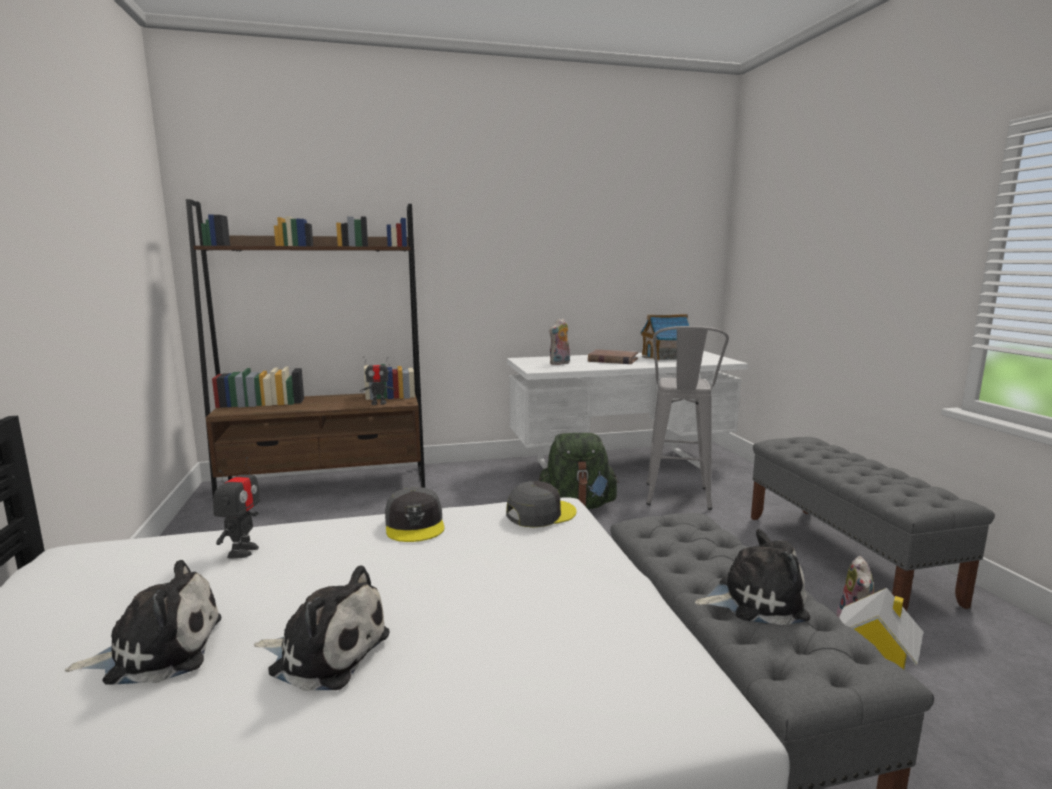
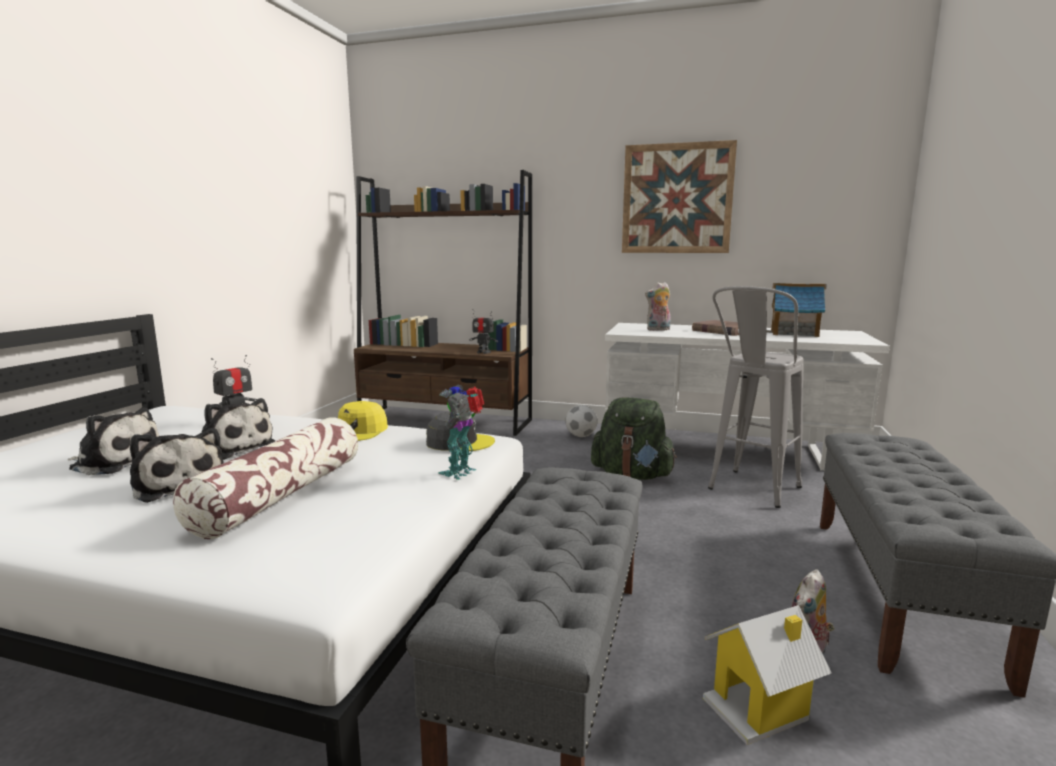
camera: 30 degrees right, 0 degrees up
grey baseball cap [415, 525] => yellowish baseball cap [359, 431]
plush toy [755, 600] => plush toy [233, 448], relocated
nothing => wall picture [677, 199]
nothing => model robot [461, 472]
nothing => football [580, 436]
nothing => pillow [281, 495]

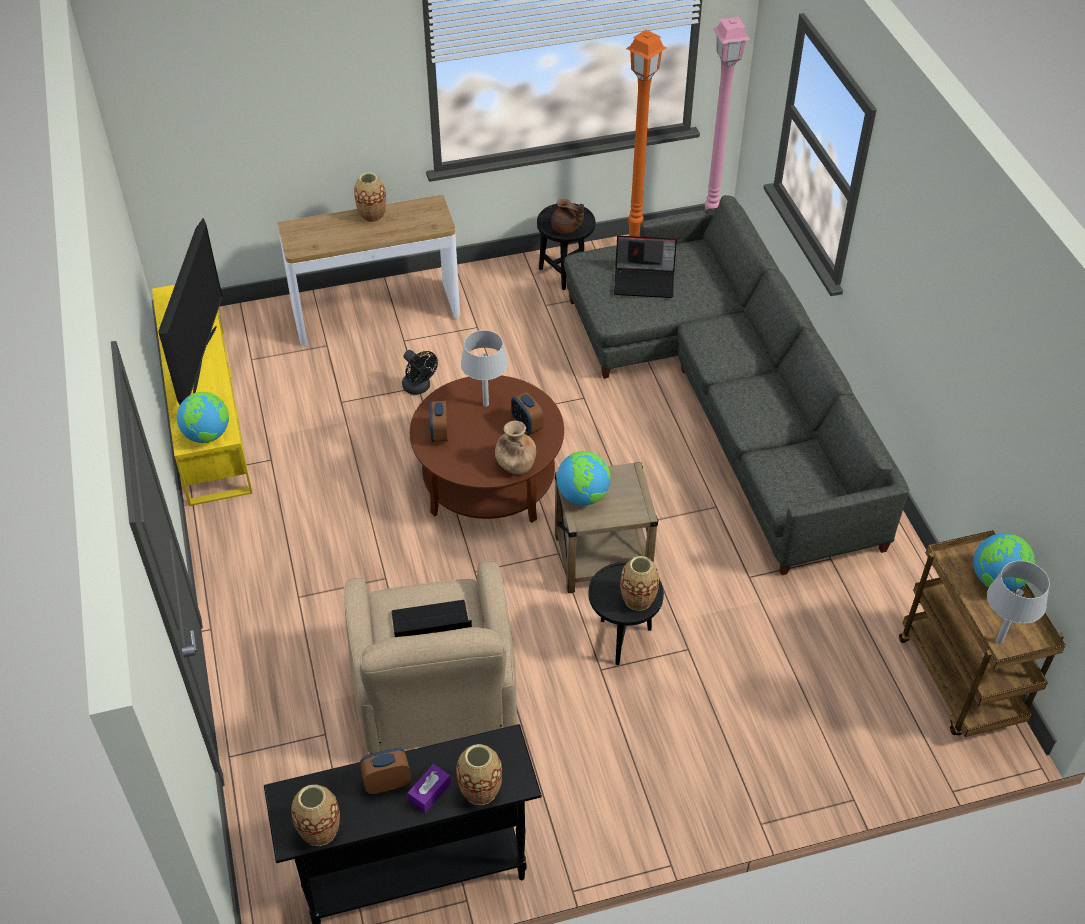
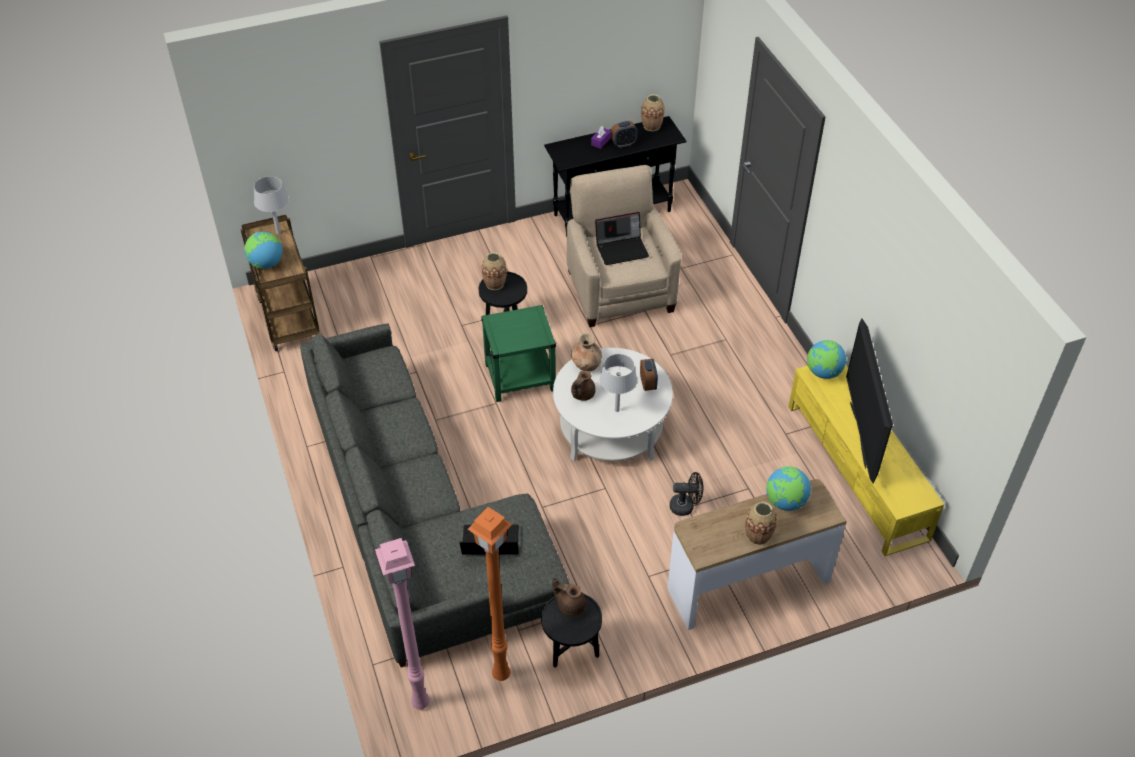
camera: 175 degrees right, 0 degrees up
black-coloured fan [419, 388] => black-coloured fan [685, 506], 135 degrees clockwise
brown-coloured lounge table [489, 479] => white lounge table [611, 429]
table clock [527, 426] => brown-coloured teapot [582, 394]
world globe [583, 495] => world globe [785, 502], relocated
sand-coloured side table [603, 558] => green-coloured side table [519, 377]
decorative vase [480, 790] => nothing

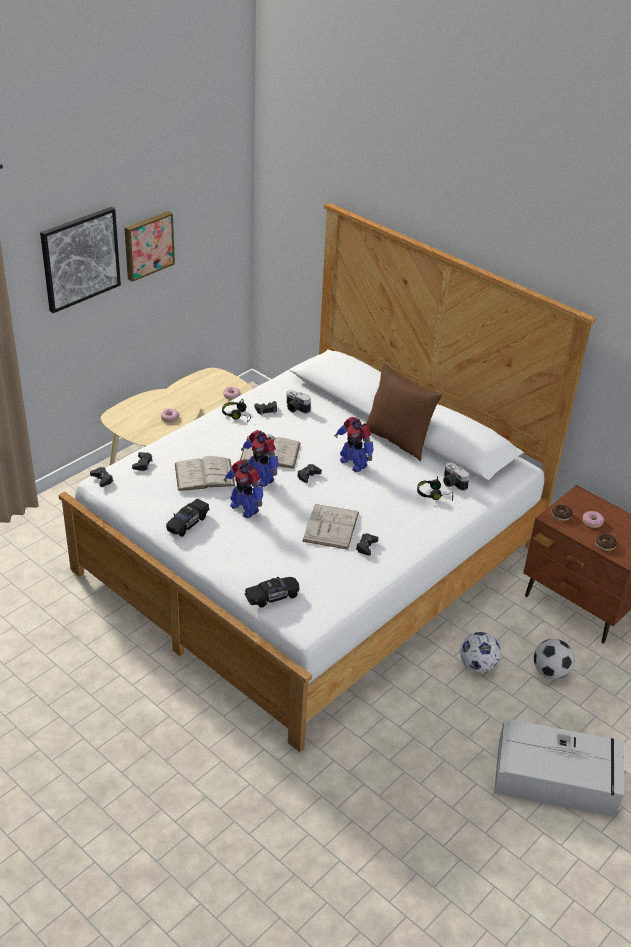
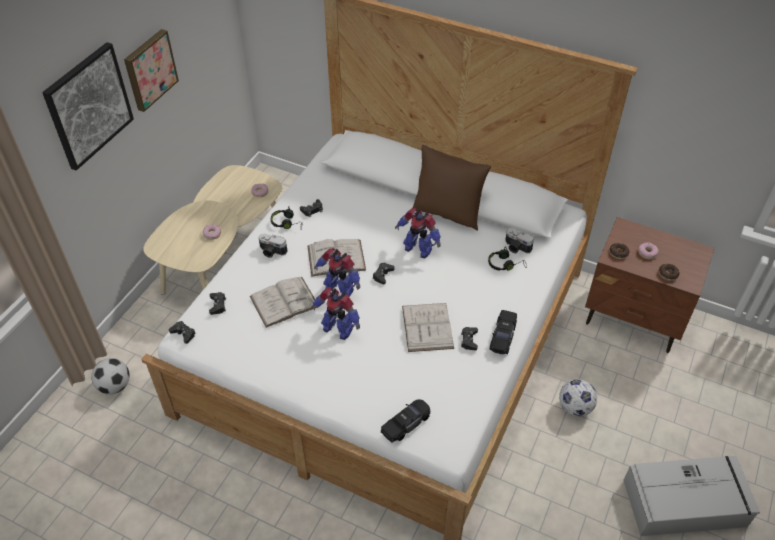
camera: 15 degrees left, 10 degrees up
still camera [296, 409] => still camera [272, 252], relocated
black-coloured toy car [187, 523] => black-coloured toy car [502, 337], relocated
football [550, 672] => football [115, 386], relocated

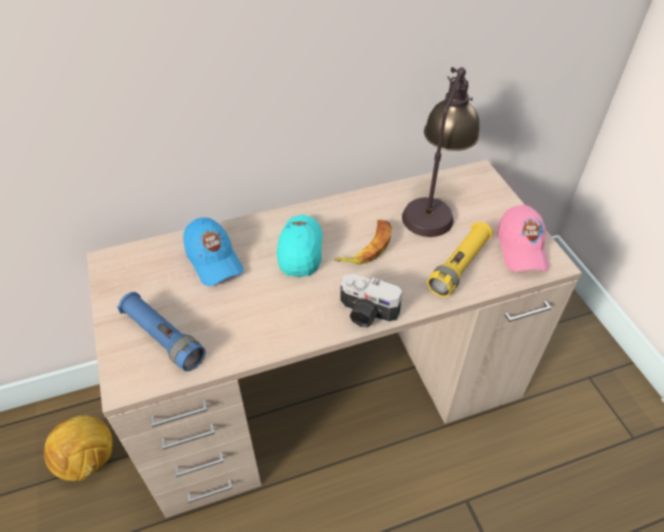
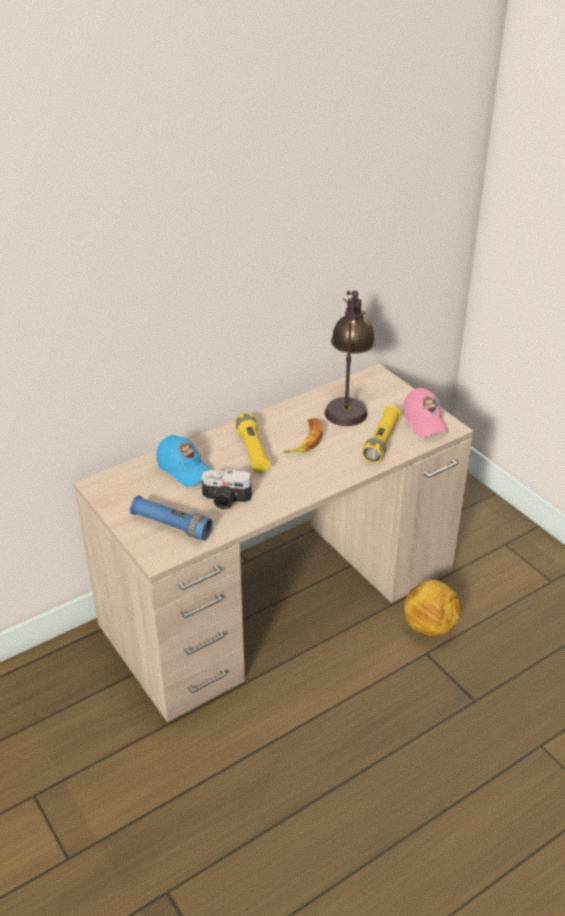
camera: 15 degrees left, 10 degrees down
turquoise baseball cap [300, 250] => yellowish hand torch [252, 451]
still camera [366, 313] => still camera [225, 500], relocated
football [89, 460] => football [430, 627], relocated

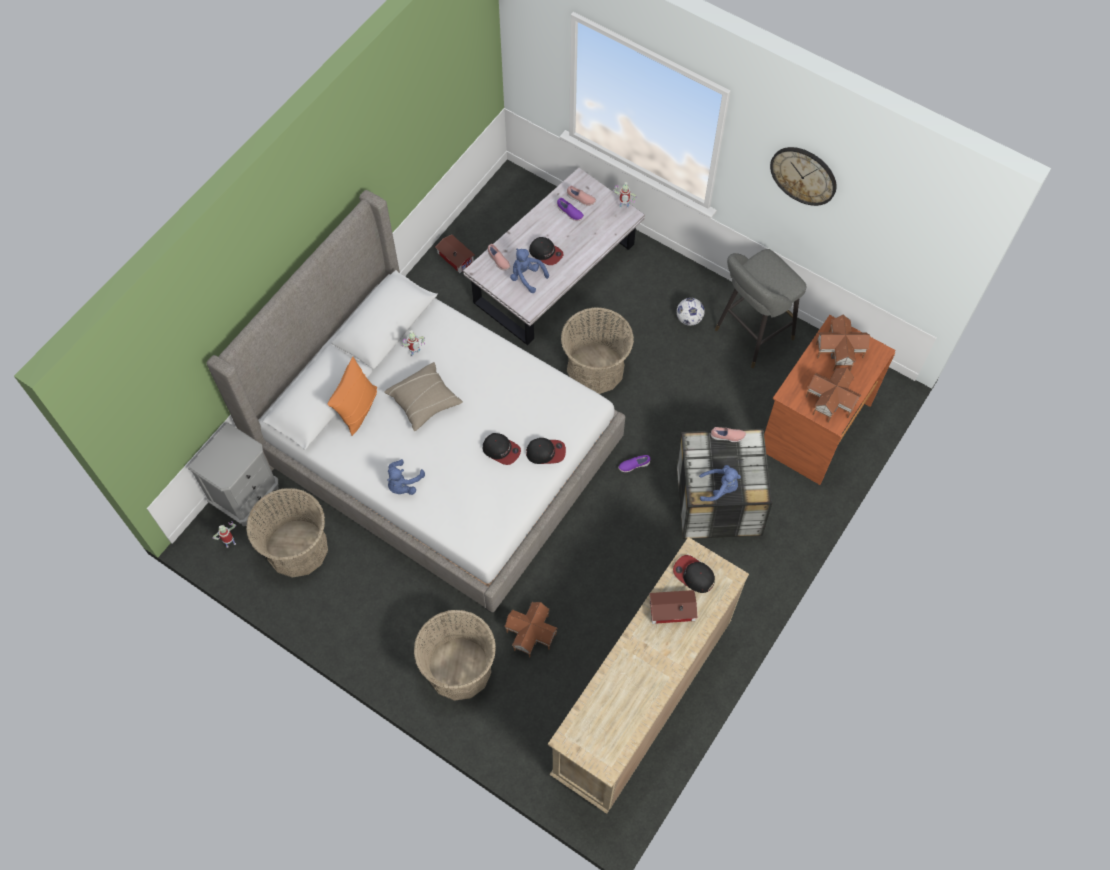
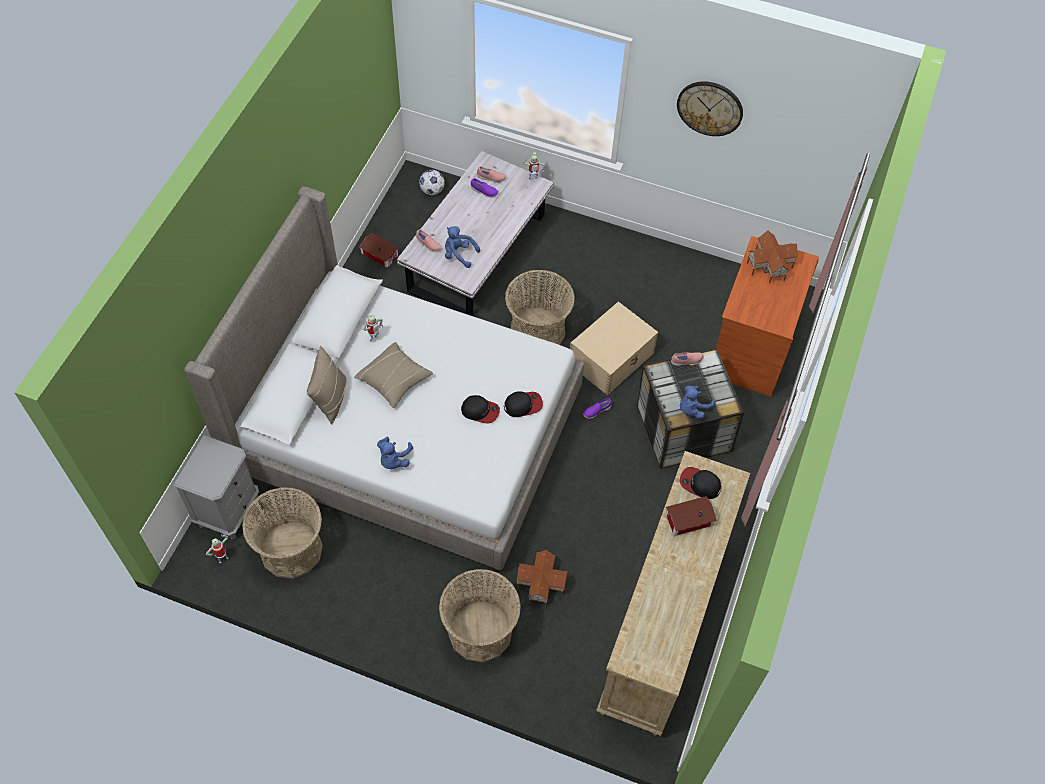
camera: 15 degrees left, 5 degrees down
baseball cap [546, 253] => nothing
grey stool [750, 336] => nothing
football [689, 318] => football [432, 190], relocated
orange-coloured pillow [357, 409] => sand-coloured pillow [330, 399]
miniature house [830, 401] => nothing
blue-coloured plush toy [719, 488] => blue-coloured plush toy [692, 408], 150 degrees clockwise
nothing => sand-coloured storage bin [612, 358]

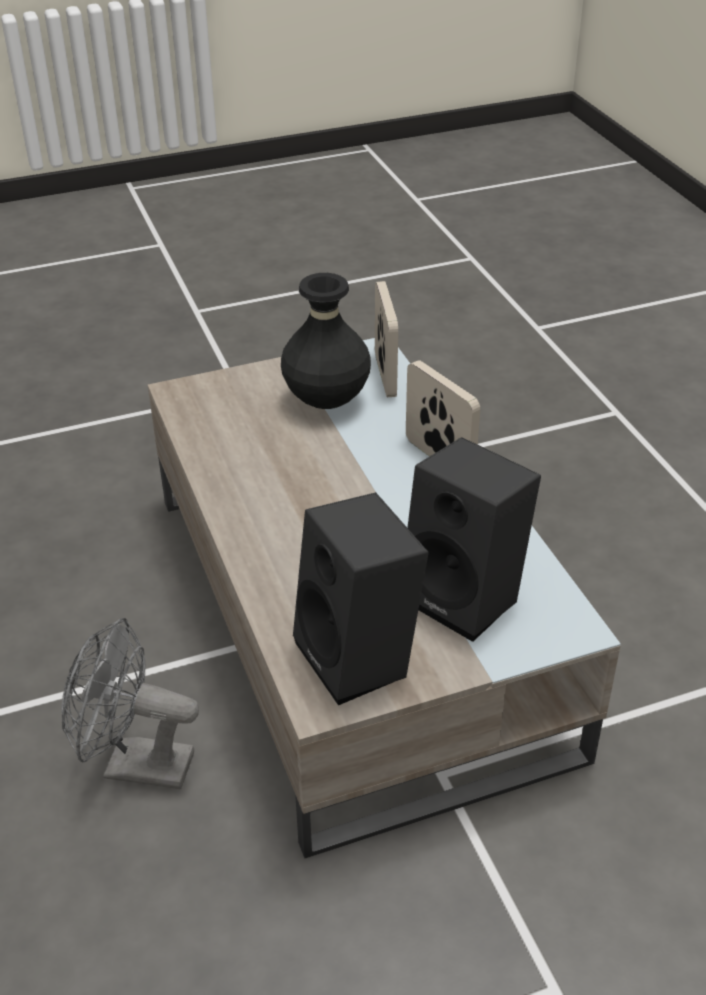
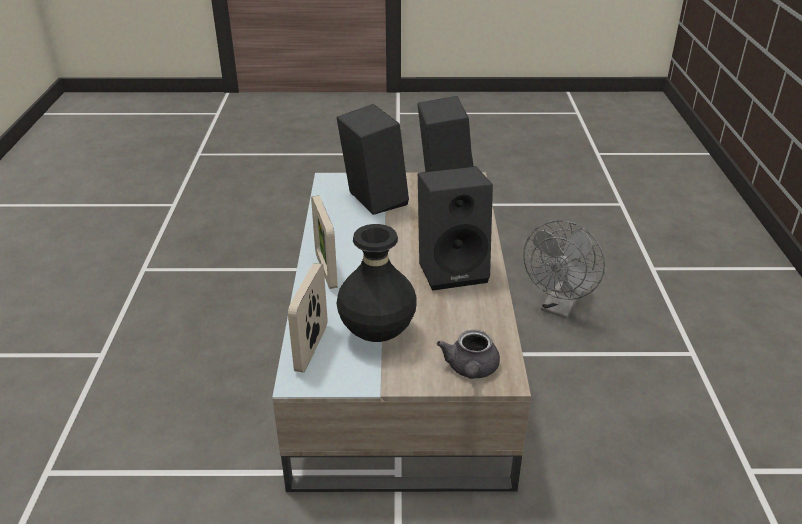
camera: 160 degrees left, 5 degrees down
grey fan [135, 765] => grey fan [559, 307], 90 degrees clockwise
nothing => black-coloured loudspeaker [453, 269]
nothing => grey teapot [470, 370]

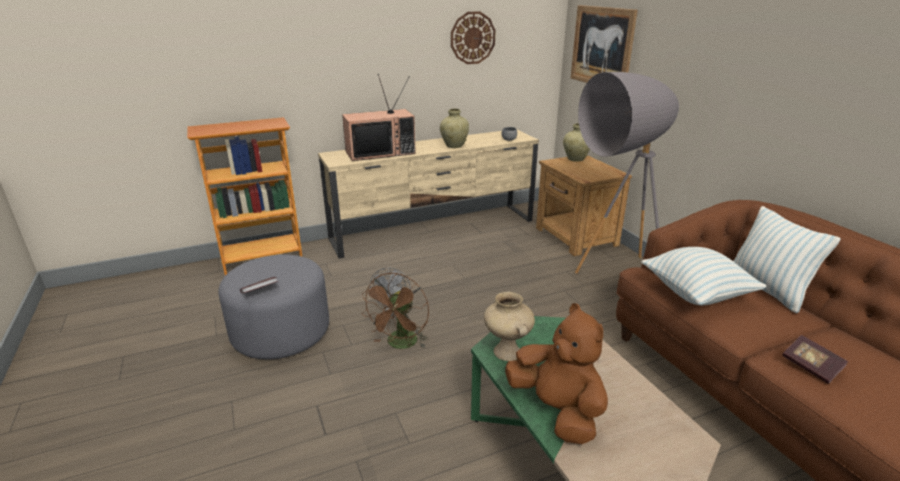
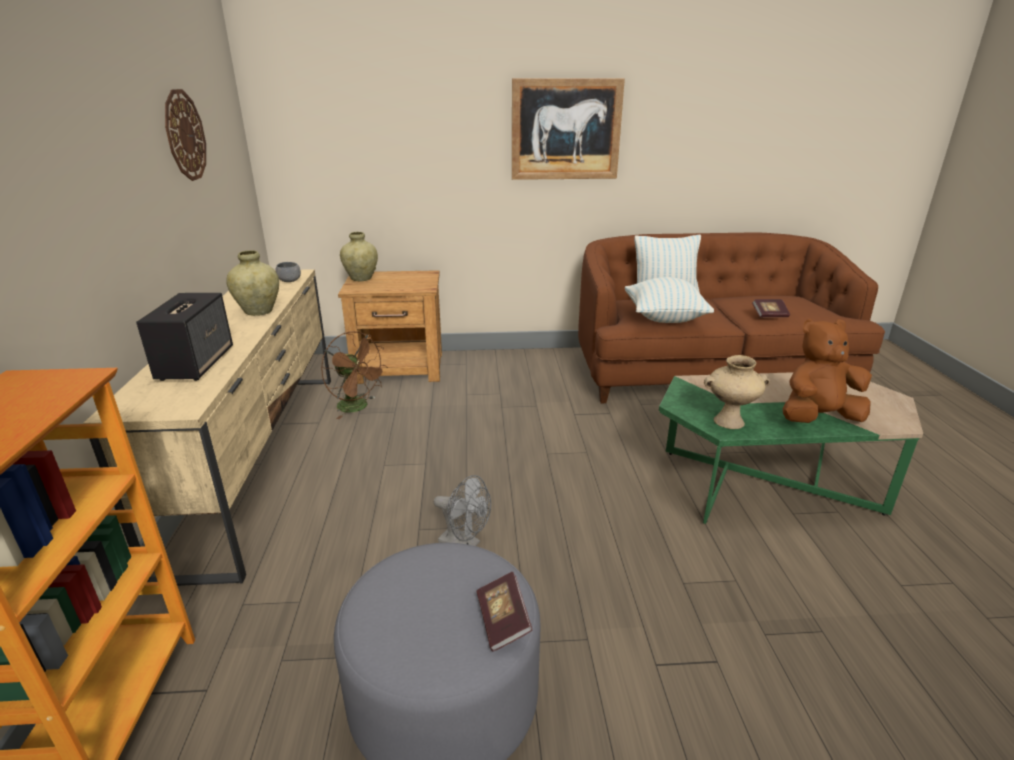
camera: 70 degrees left, 0 degrees up
wall picture [602, 47] => wall picture [566, 130], relocated
grey standard lamp [610, 280] => nothing
television [381, 152] => loudspeaker [196, 363]
brown-coloured fan [400, 344] => brown-coloured fan [358, 407], relocated

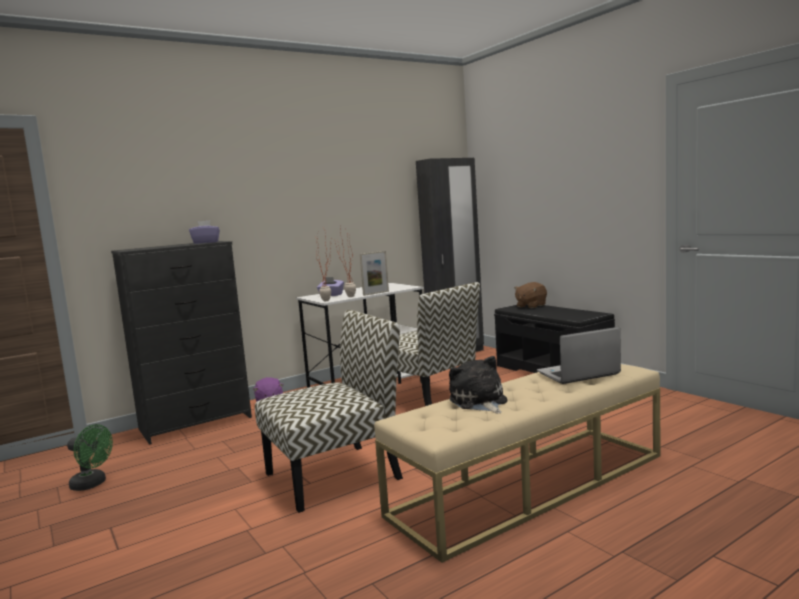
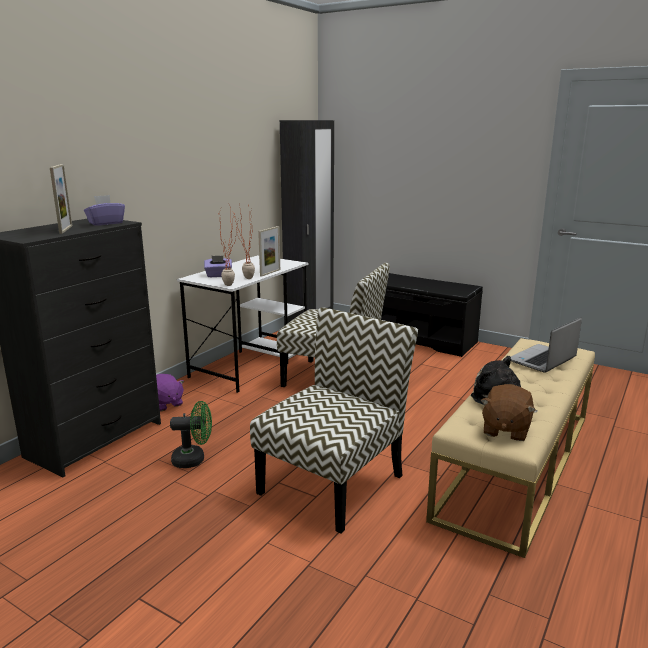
camera: 25 degrees left, 10 degrees up
brown-coloured plush toy [530, 306] => brown-coloured plush toy [505, 430], relocated
green-coloured fan [92, 484] => green-coloured fan [194, 459], relocated
nothing => standing frame [66, 229]

